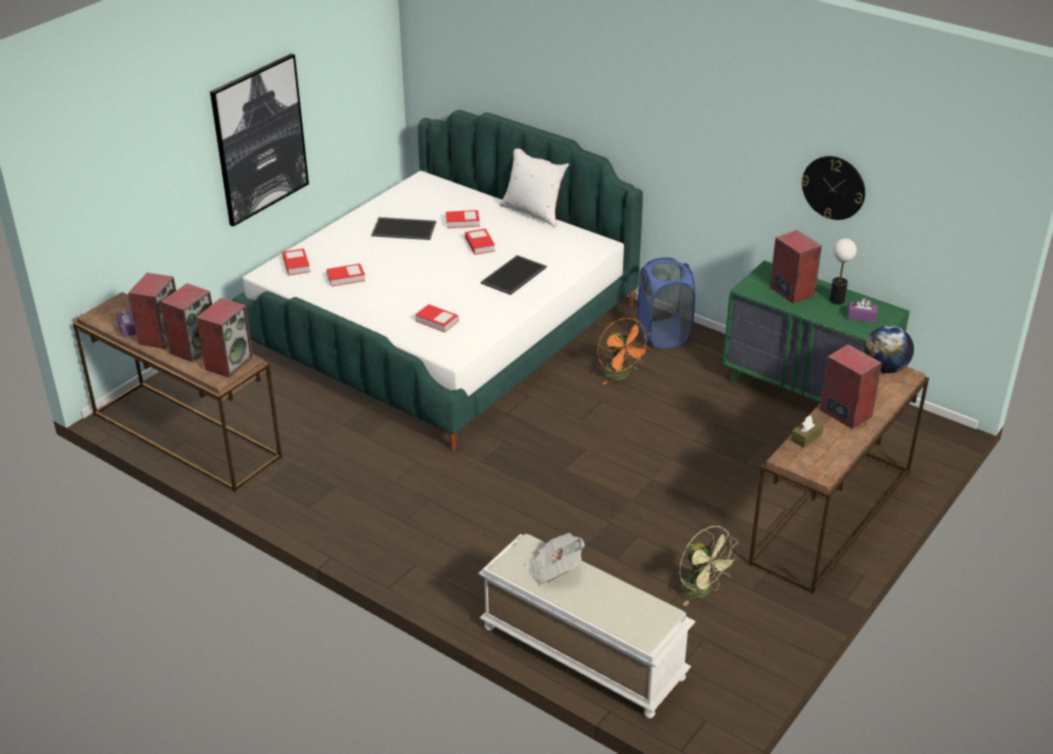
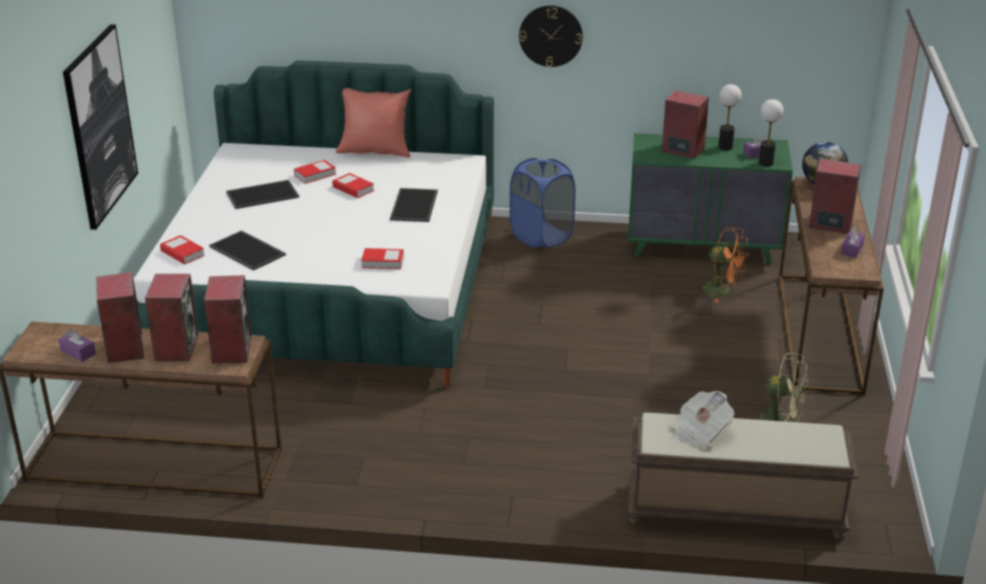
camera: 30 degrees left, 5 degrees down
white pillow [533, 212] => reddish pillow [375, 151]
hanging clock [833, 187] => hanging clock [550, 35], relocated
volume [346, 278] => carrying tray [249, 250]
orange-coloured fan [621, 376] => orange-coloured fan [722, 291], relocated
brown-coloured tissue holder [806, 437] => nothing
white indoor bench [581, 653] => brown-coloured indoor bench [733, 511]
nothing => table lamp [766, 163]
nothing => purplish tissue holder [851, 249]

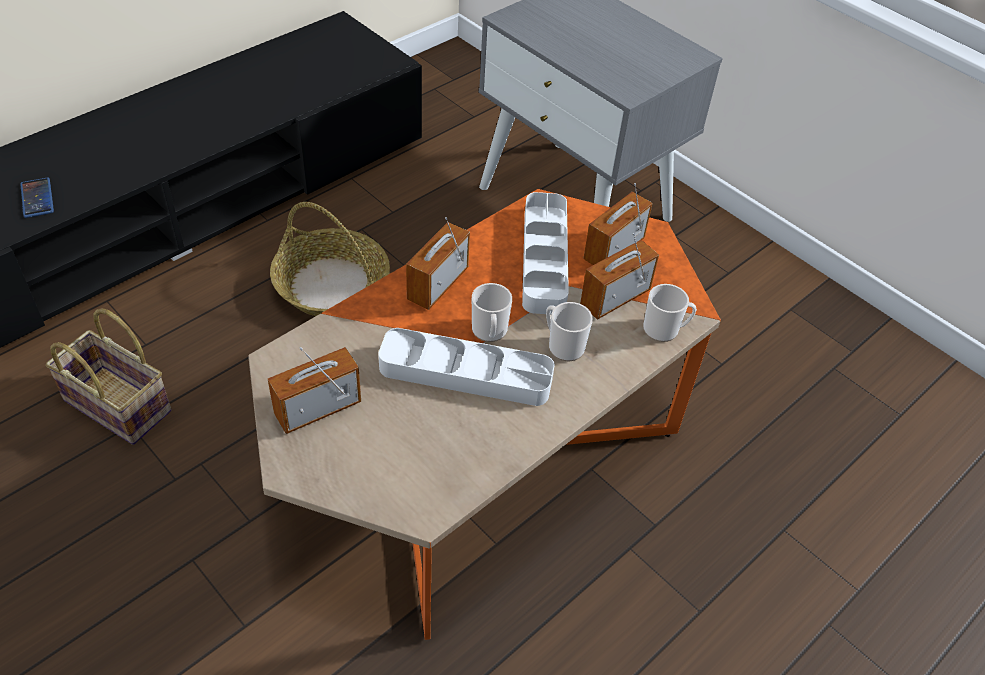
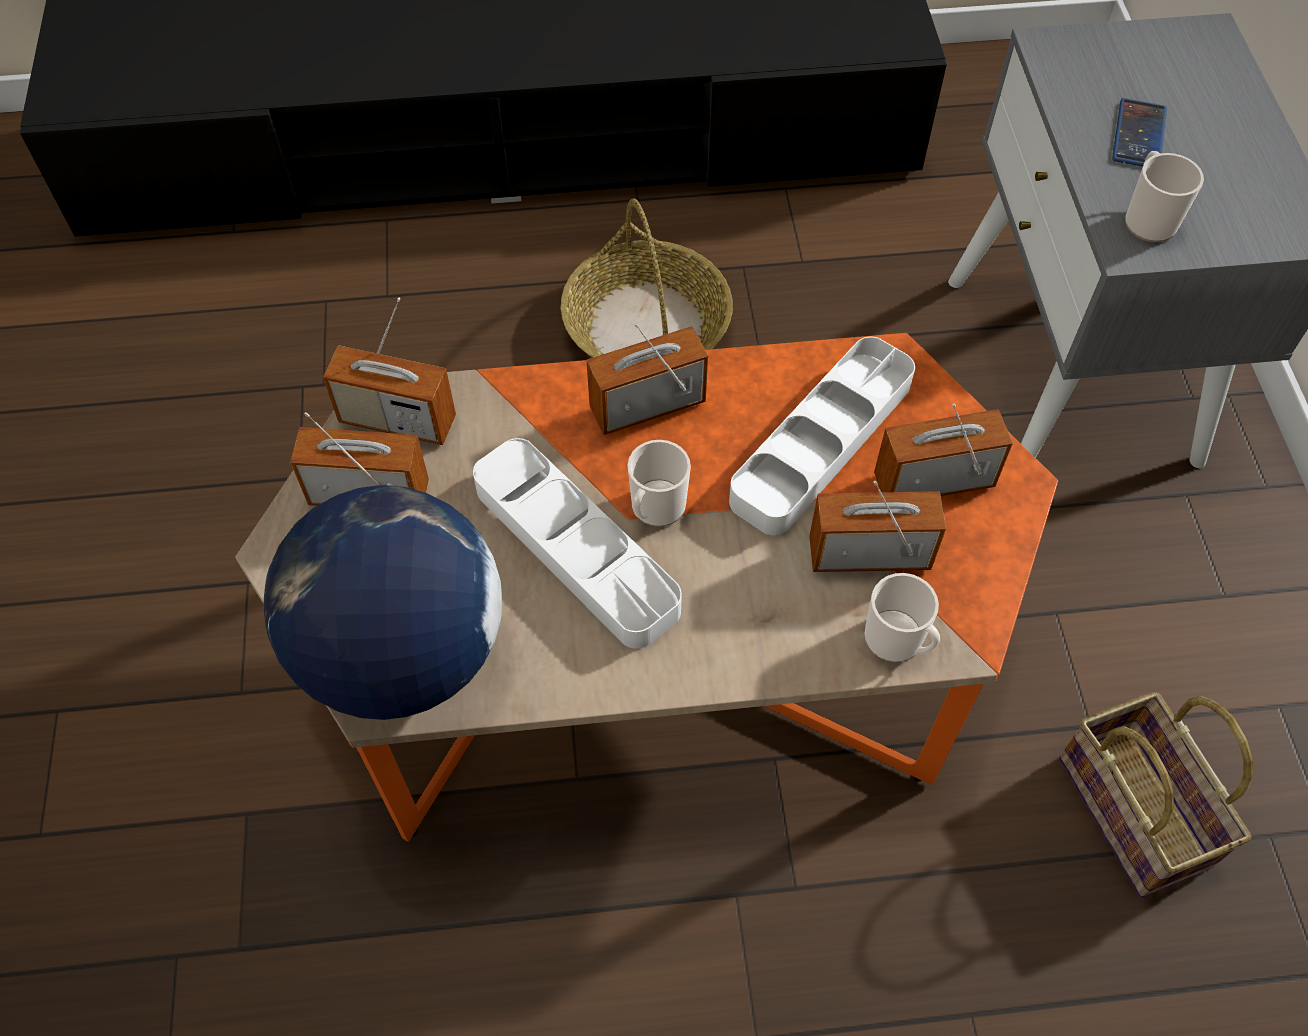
camera: 40 degrees right, 10 degrees up
phone [37, 198] => phone [1138, 135], relocated
coffee mug [563, 345] => coffee mug [1147, 219], relocated
basket [121, 405] => basket [1138, 814], relocated
nothing => radio receiver [397, 420]
nothing => world globe [403, 654]

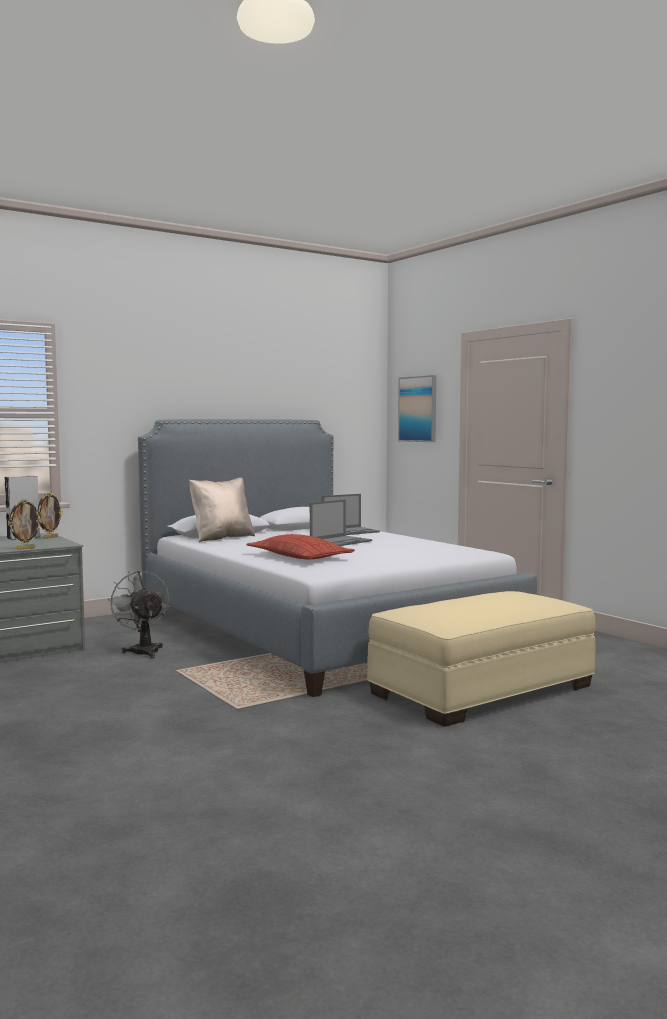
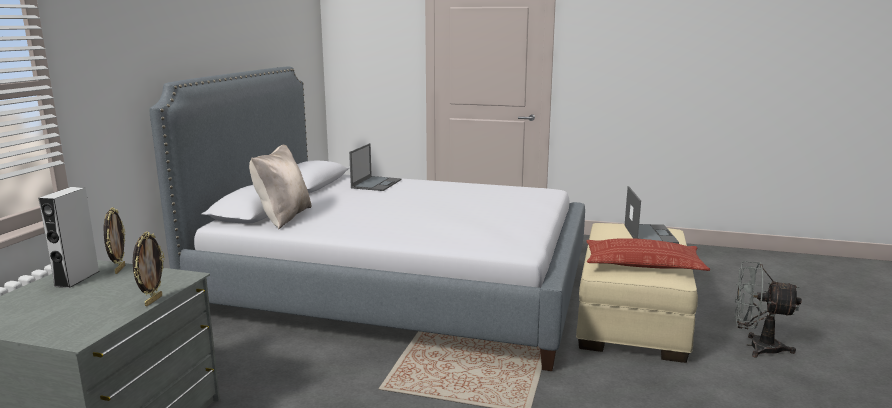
camera: 40 degrees left, 10 degrees up
wall picture [418, 409] => nothing
notebook computer [341, 541] => notebook computer [649, 234], relocated
pillow [299, 556] => pillow [643, 264], relocated
grey fan [143, 650] => grey fan [756, 347], relocated

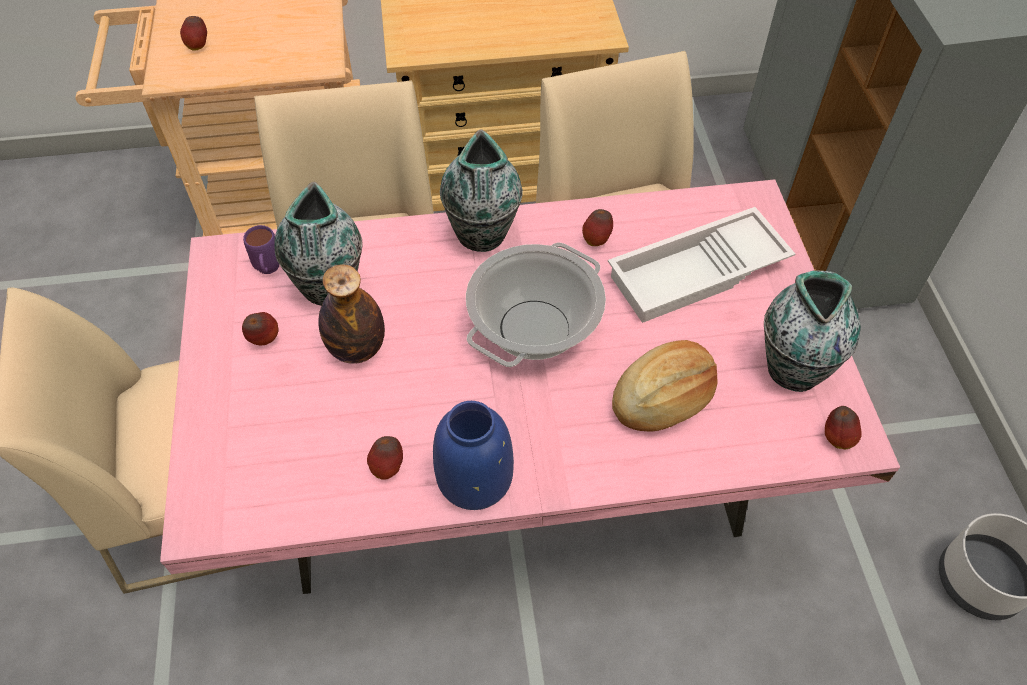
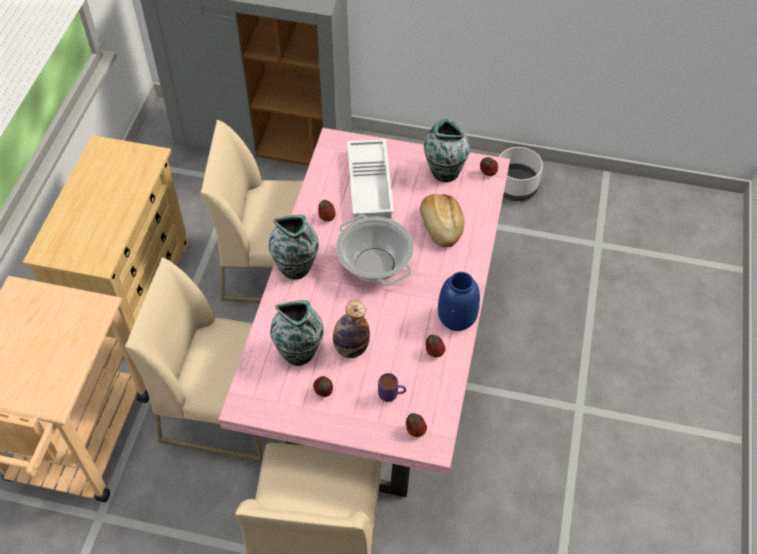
camera: 70 degrees left, 0 degrees up
apple fruit [198, 46] => apple fruit [415, 431], relocated
purplish coffee mug [268, 271] => purplish coffee mug [391, 396], relocated

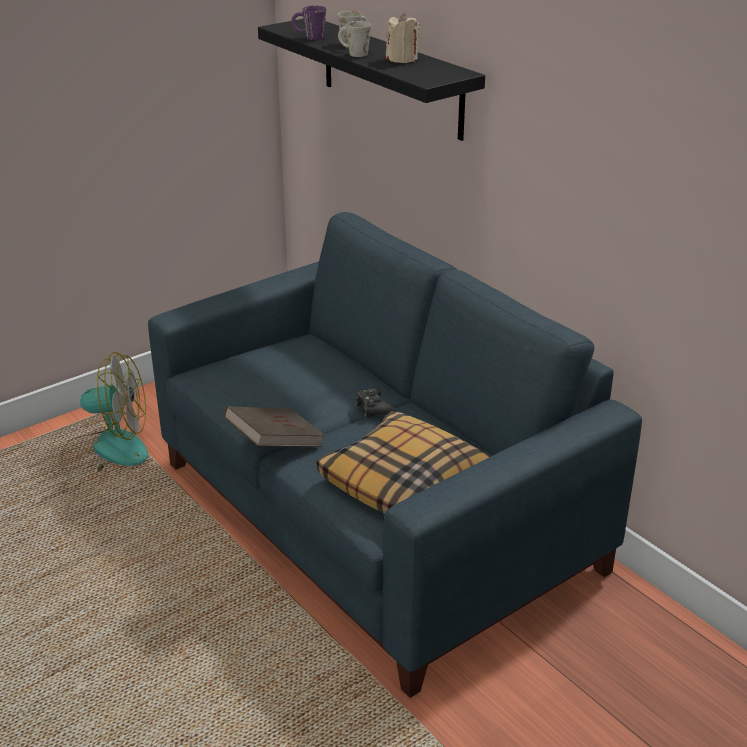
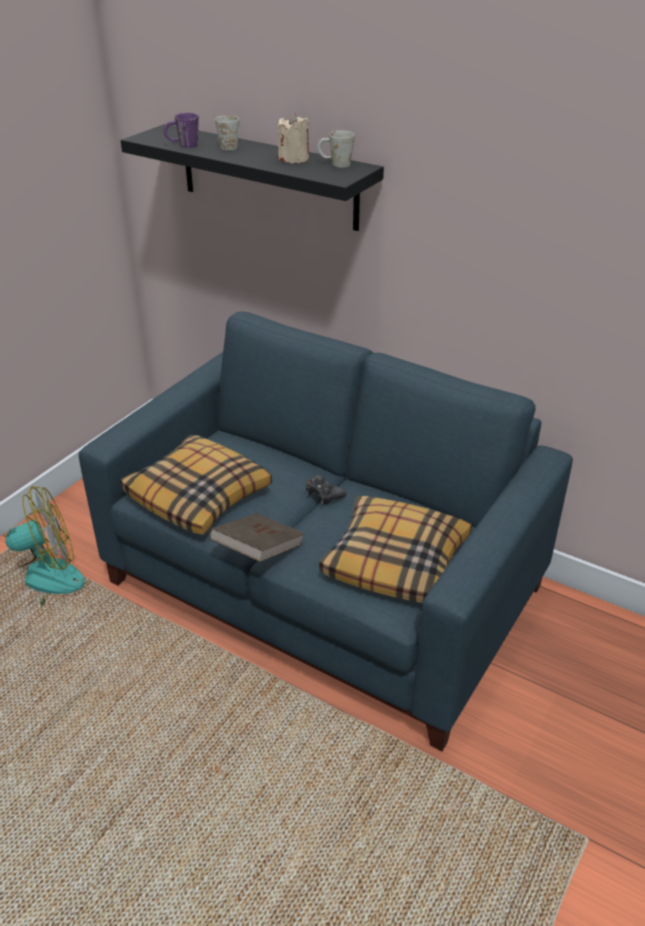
camera: 20 degrees left, 5 degrees up
white coffee mug [353, 53] => white coffee mug [335, 164], relocated
nothing => pillow [199, 495]

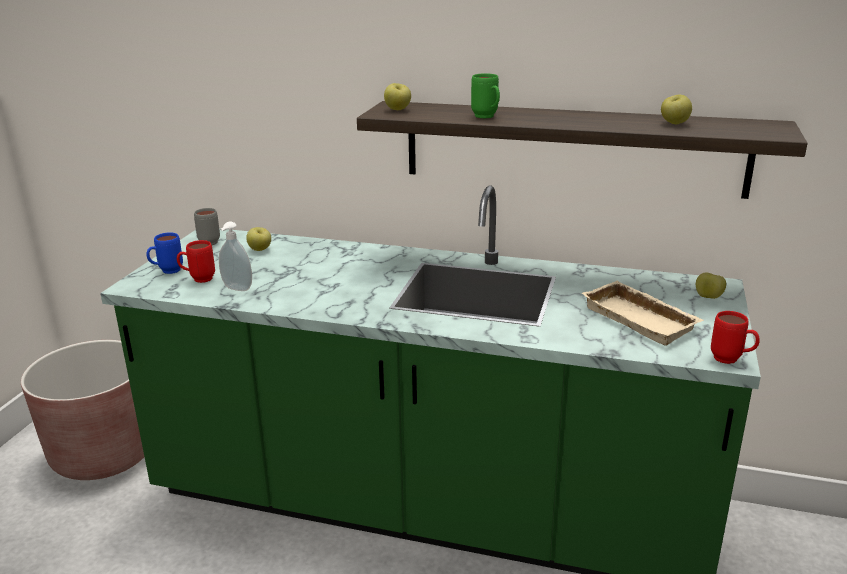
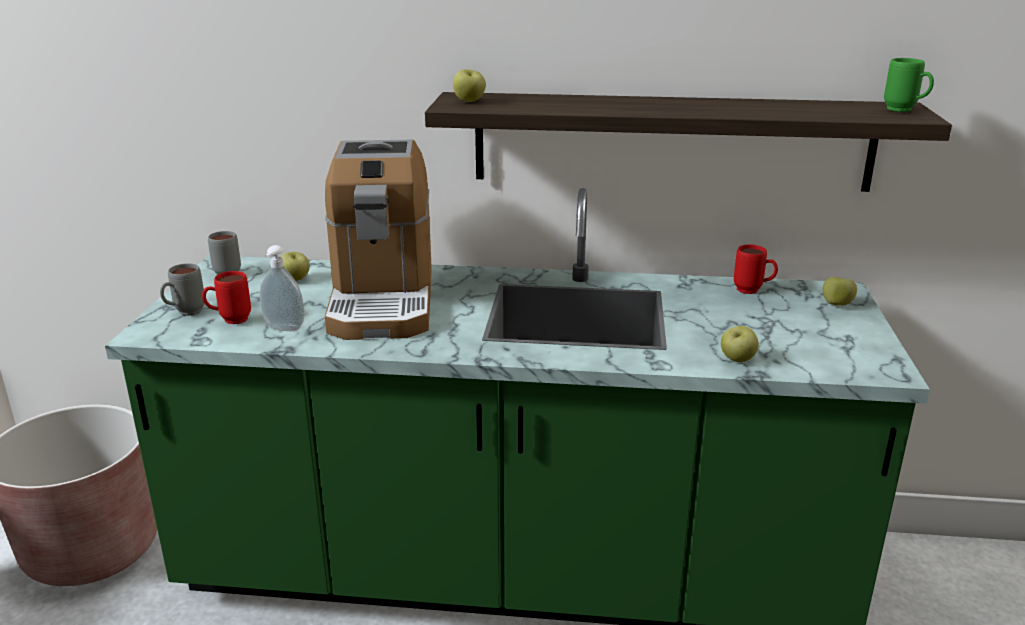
camera: 10 degrees left, 0 degrees up
green-coloured coffee mug [487, 117] => green-coloured coffee mug [905, 111], relocated
apple fruit [674, 123] => apple fruit [737, 360], relocated
blue-coloured coffee mug [166, 272] => grey coffee mug [185, 313]
sand-coloured carrying tray [642, 319] => nothing
reddish coffee mug [731, 360] => reddish coffee mug [753, 291], relocated
nothing => coffee maker [383, 300]

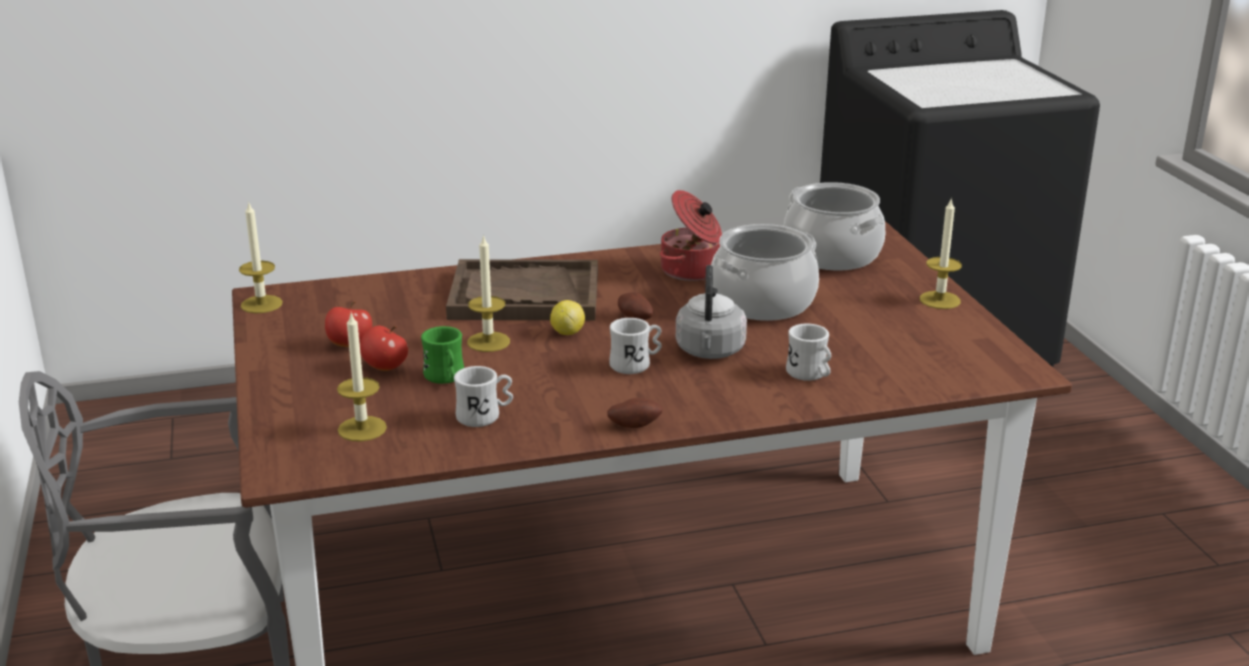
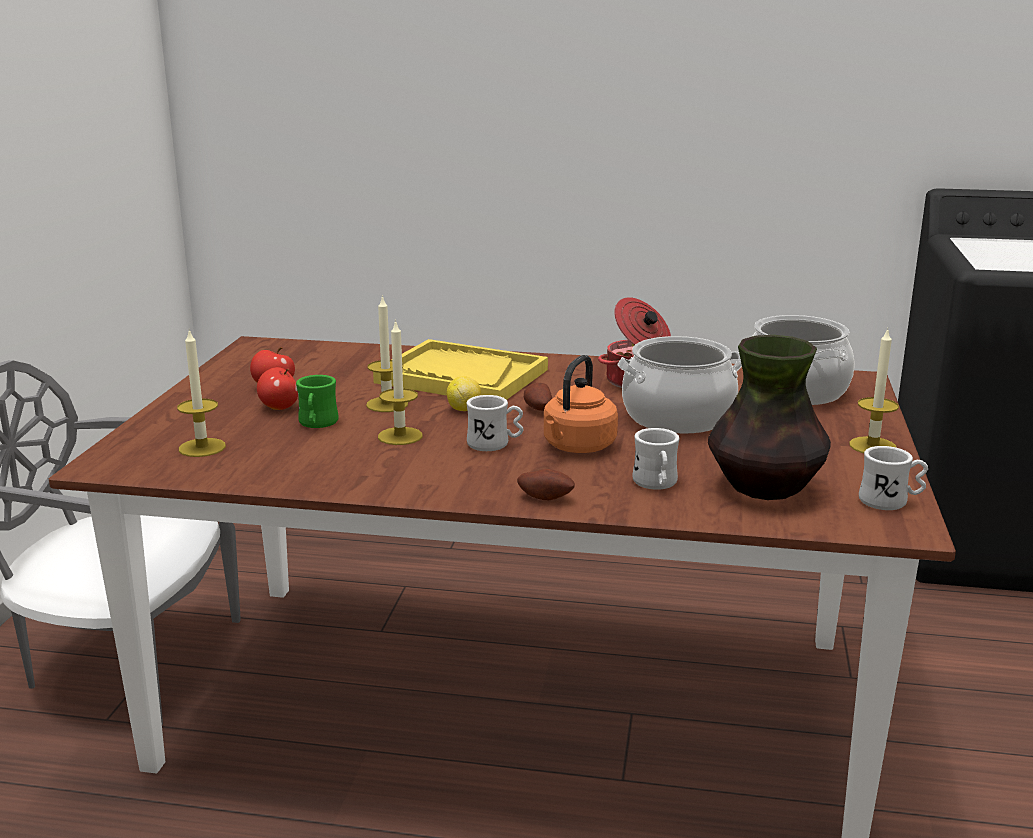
camera: 25 degrees right, 5 degrees down
wax candle [261, 304] => wax candle [400, 436], relocated
brown-coloured carrying tray [524, 295] => yellowish carrying tray [461, 376]
grey kettle [710, 352] => orange-coloured kettle [577, 447]
white coffee mug [485, 416] => white coffee mug [890, 502], relocated
spud [634, 425] => spud [546, 497], relocated
nothing => decorative vase [765, 489]

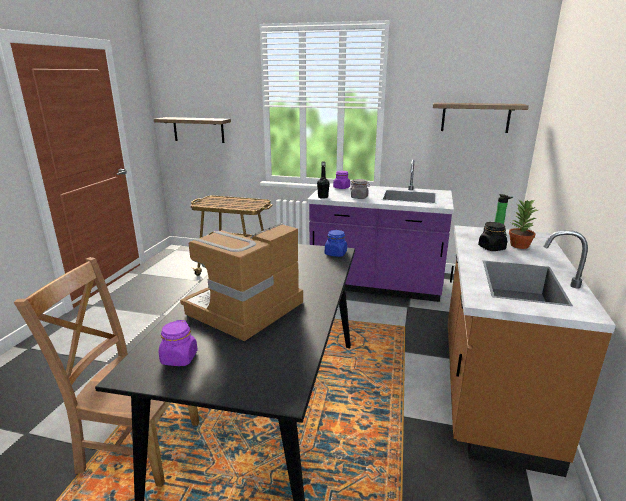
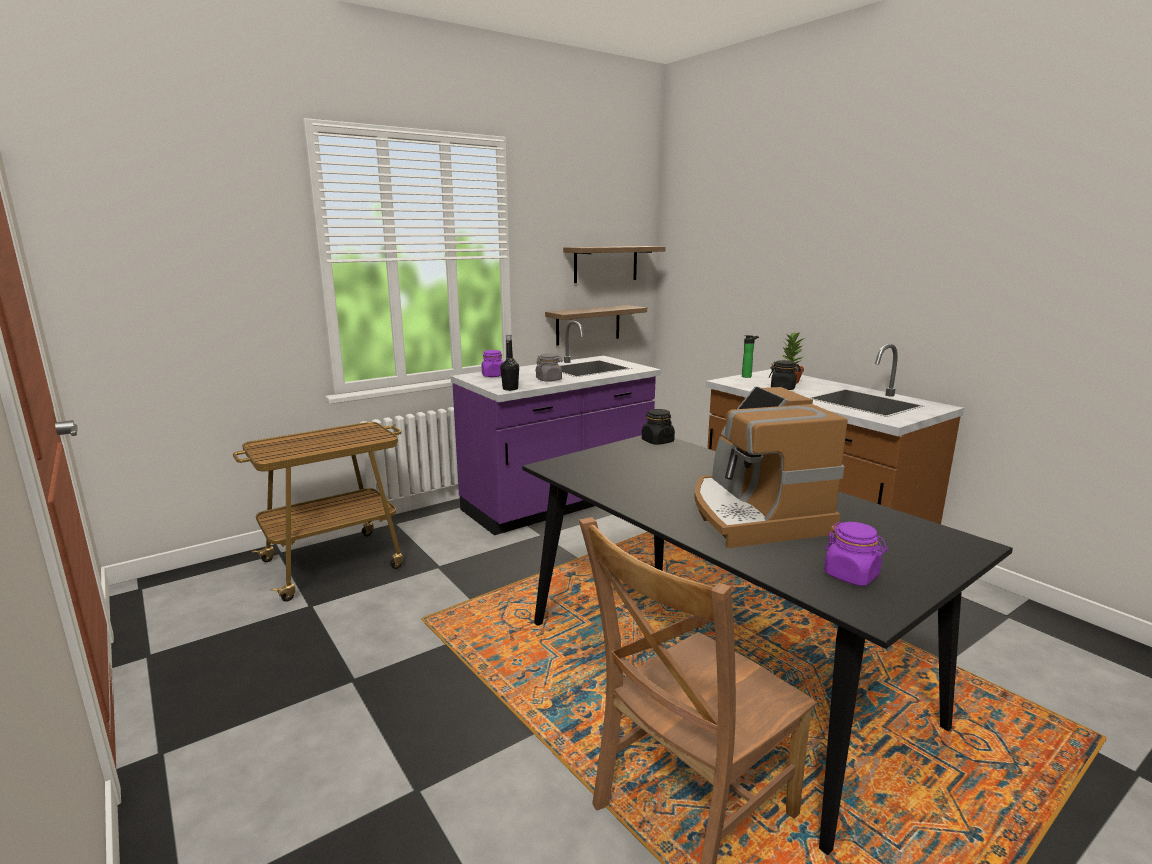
camera: 50 degrees left, 5 degrees down
wall shelf [198, 130] => wall shelf [588, 325], relocated
blue-coloured preserve jar [335, 253] => black-coloured preserve jar [657, 441]

